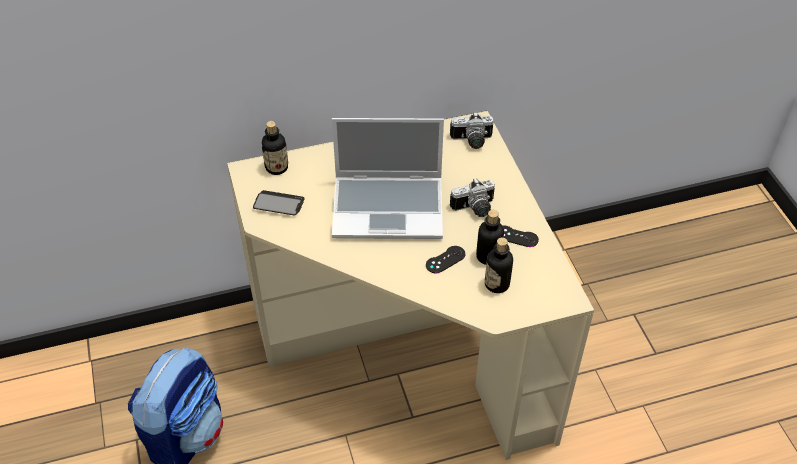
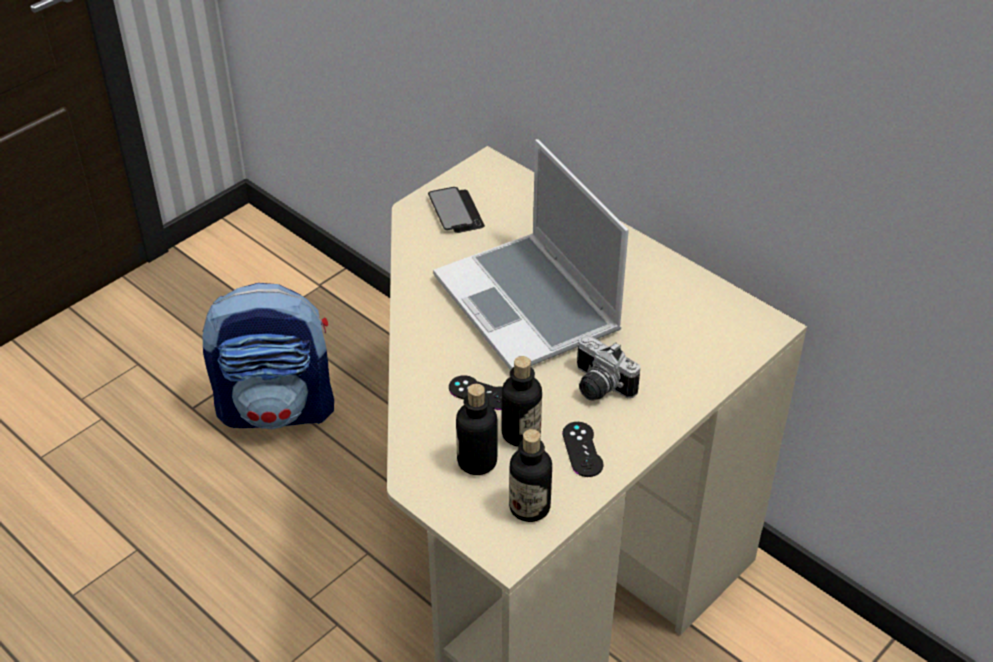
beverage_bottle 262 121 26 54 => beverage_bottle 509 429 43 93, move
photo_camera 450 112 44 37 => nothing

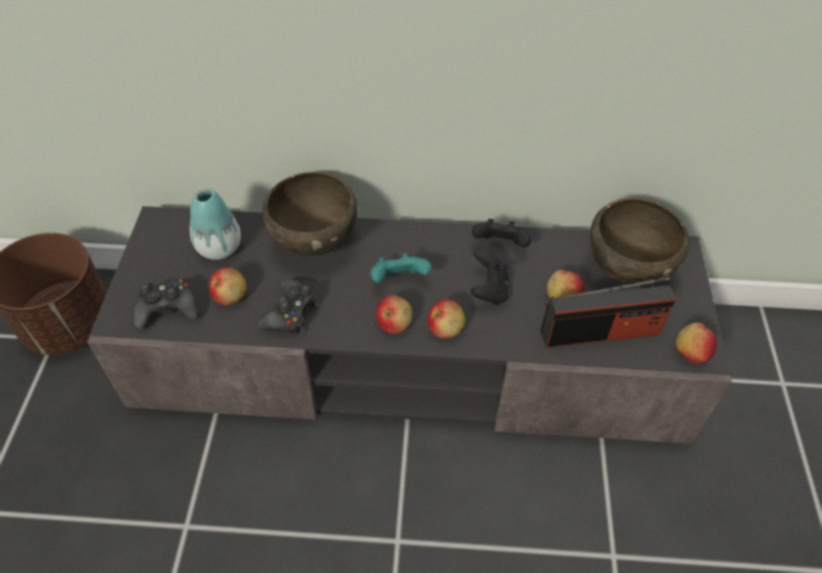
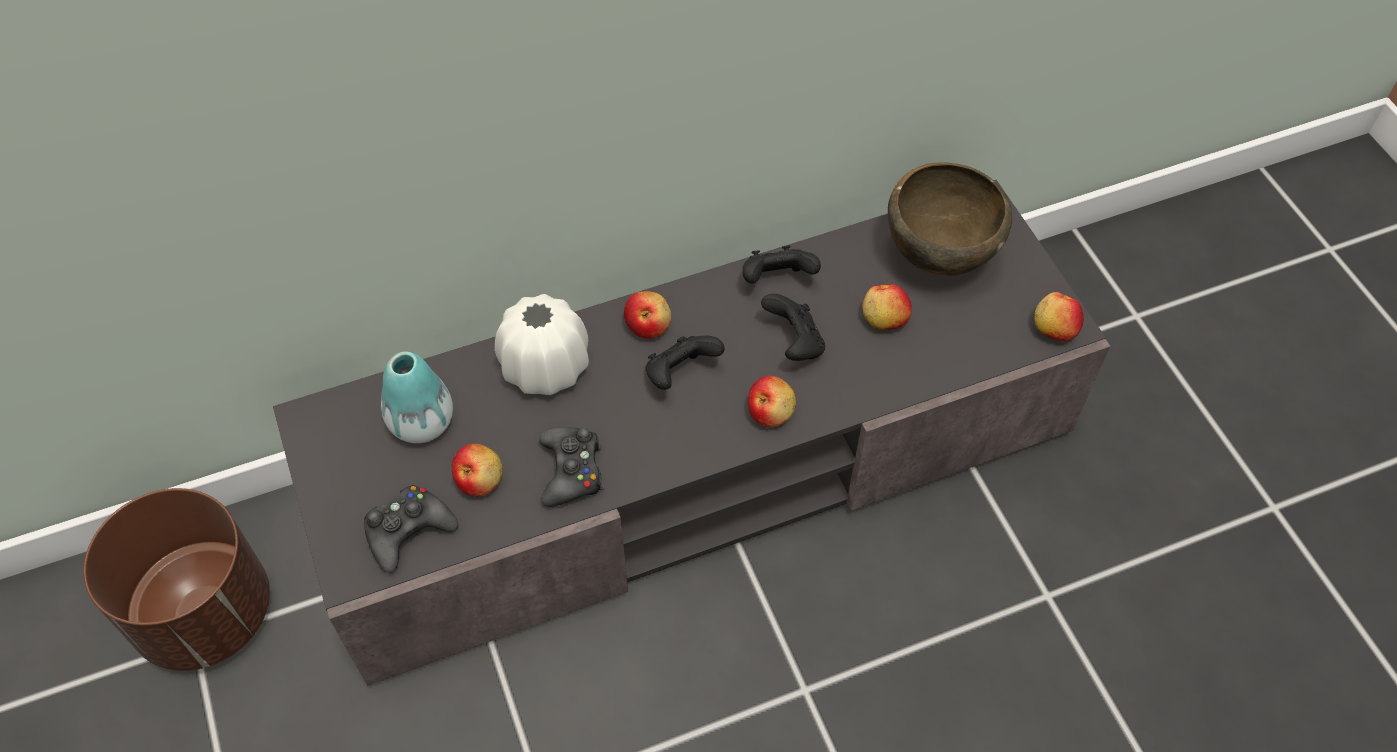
brownish_bowl 262 172 95 84 => white_flower_vase 495 294 94 101
turquoise_game_controller 370 253 62 30 => black-coloured_game_controller 646 336 79 54
apple_fruit 376 295 37 39 => apple_fruit 624 291 47 48, move
radio 541 277 135 71 => nothing

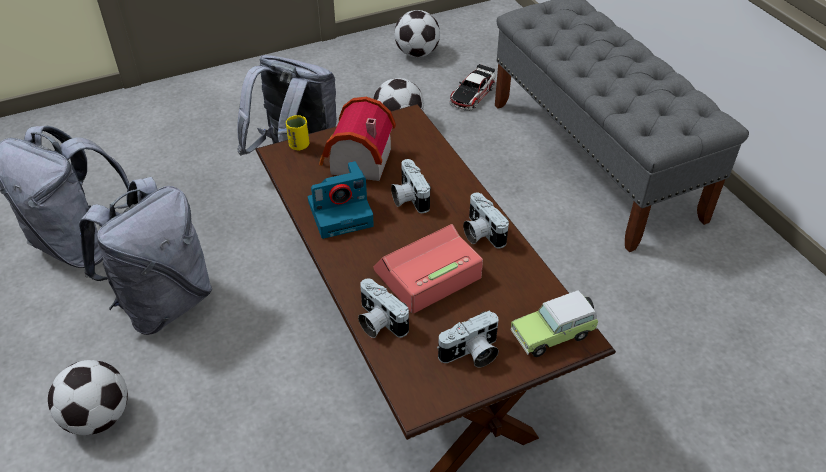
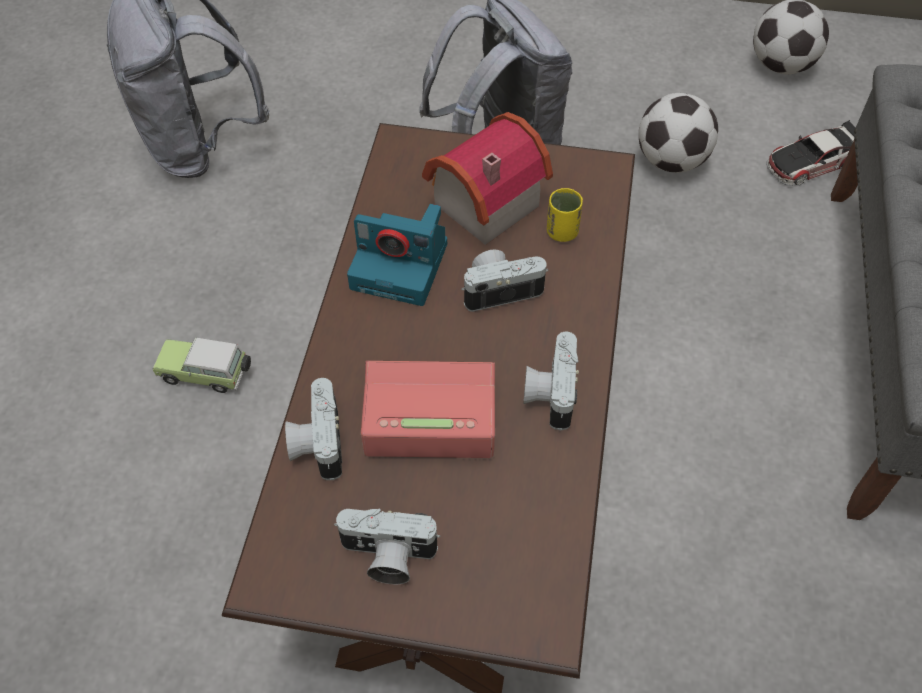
football 48 360 80 75 => nothing
grey_rucksack 79 177 133 158 => nothing
yellow-coloured_small_cup 286 115 23 35 => yellow-coloured_small_cup 547 188 36 54, move
photo_camera 391 159 40 54 => photo_camera 461 249 87 63, 60 degrees clockwise
miniature_car 511 290 87 67 => miniature_car 153 338 98 55, move

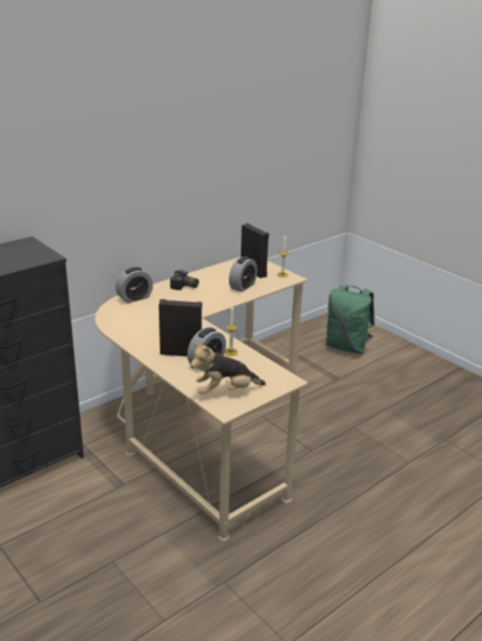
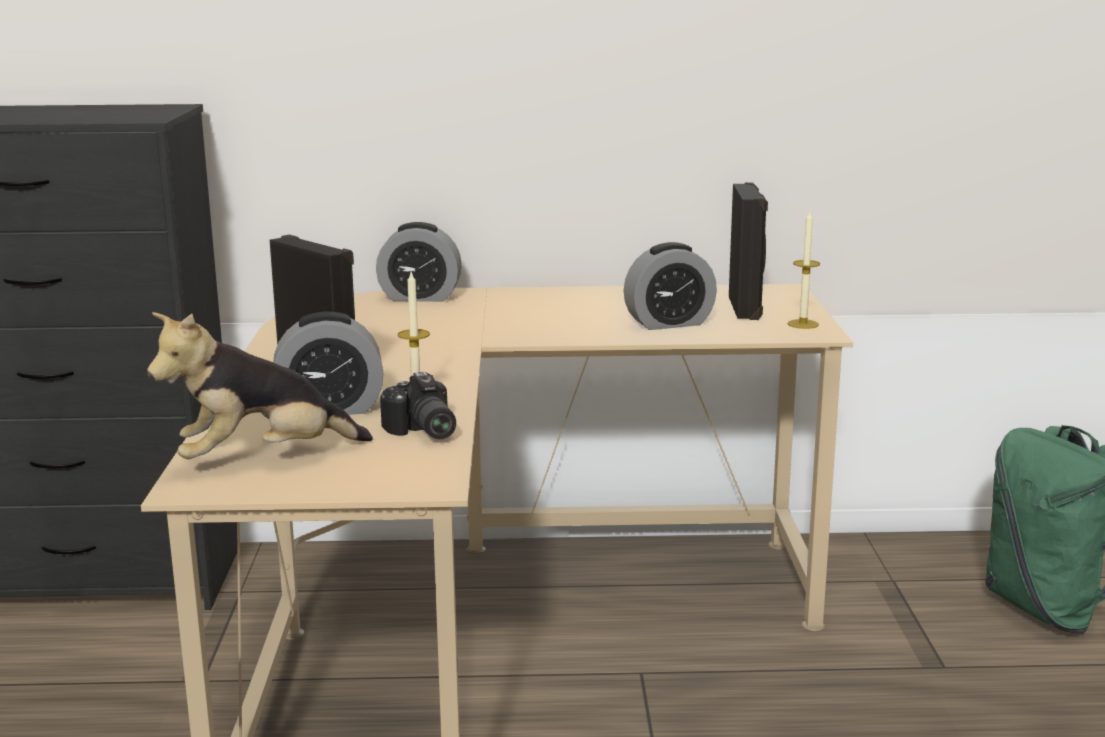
photo_camera 170 269 29 21 => photo_camera 380 372 76 67, move
cuddly_toy 190 343 76 51 => cuddly_toy 147 312 226 147, 45 degrees counterclockwise

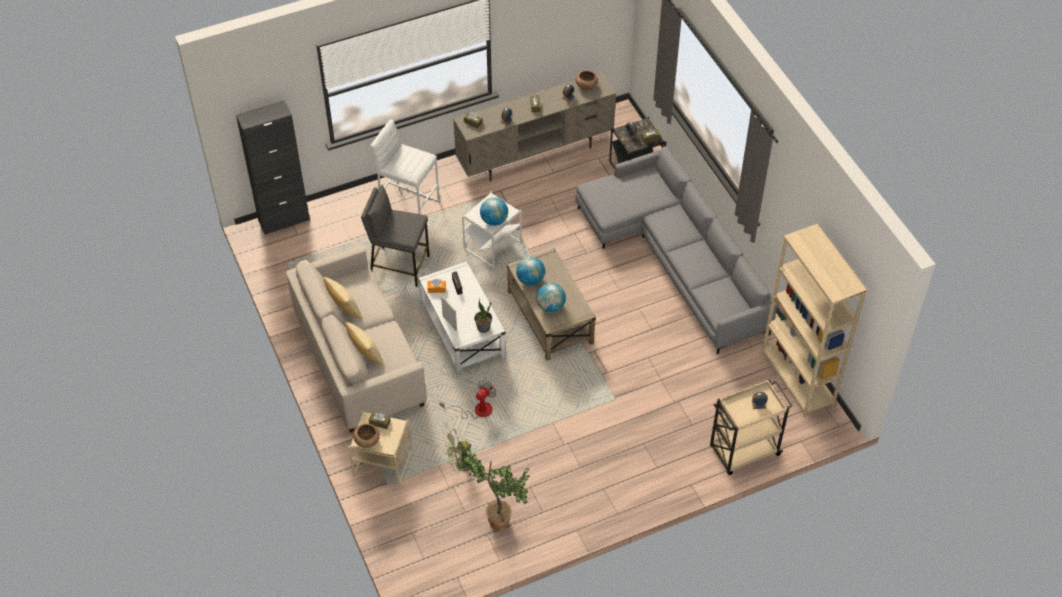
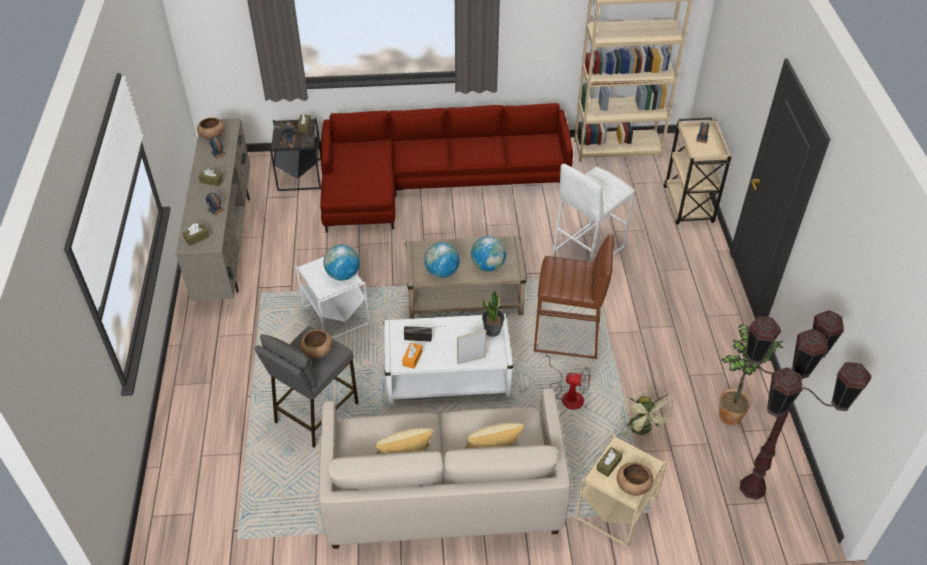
black-coloured_cabinet 236 100 74 135 => nothing
white_stool_seat 371 119 69 95 => white_stool_seat 553 164 82 98, move
cooling_fan 440 380 57 39 => cooling_fan 545 351 46 59, 135 degrees clockwise
grey_couch 575 146 202 208 => red-coloured_couch 320 103 253 129
nothing => brownish_bowl 300 329 33 29
nothing => brownish_stool_seat 534 234 80 125
nothing => brownish_standard_lamp 740 310 131 190

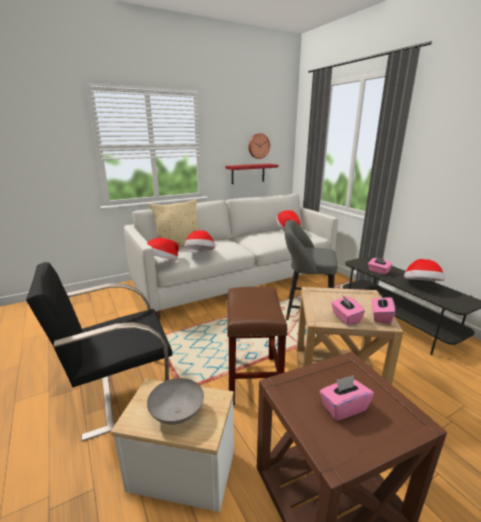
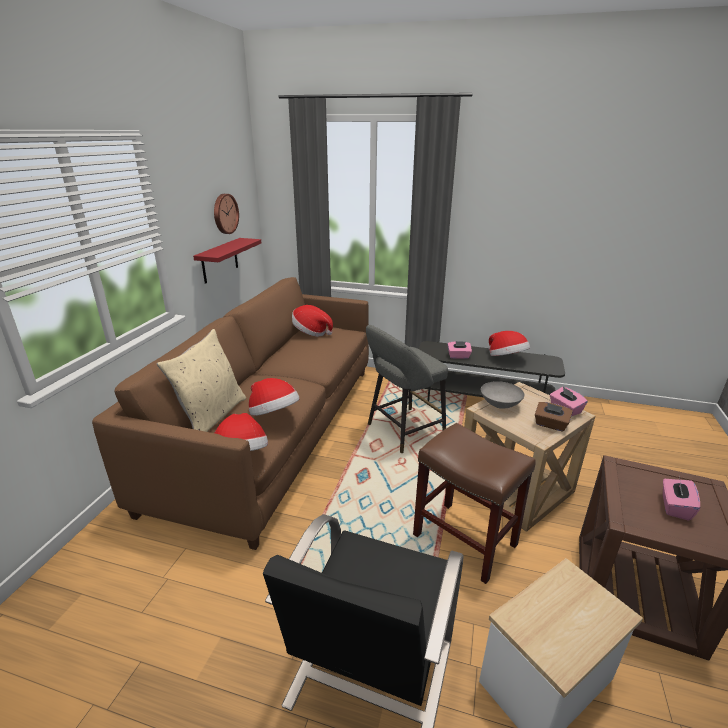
white_couch 124 194 214 126 => brownish_couch 92 277 277 273
grey_bowl 147 378 57 46 => grey_bowl 481 381 43 28, move
pinkish_box_of_tissues 331 296 34 29 => brownish_box_of_tissues 535 402 38 30

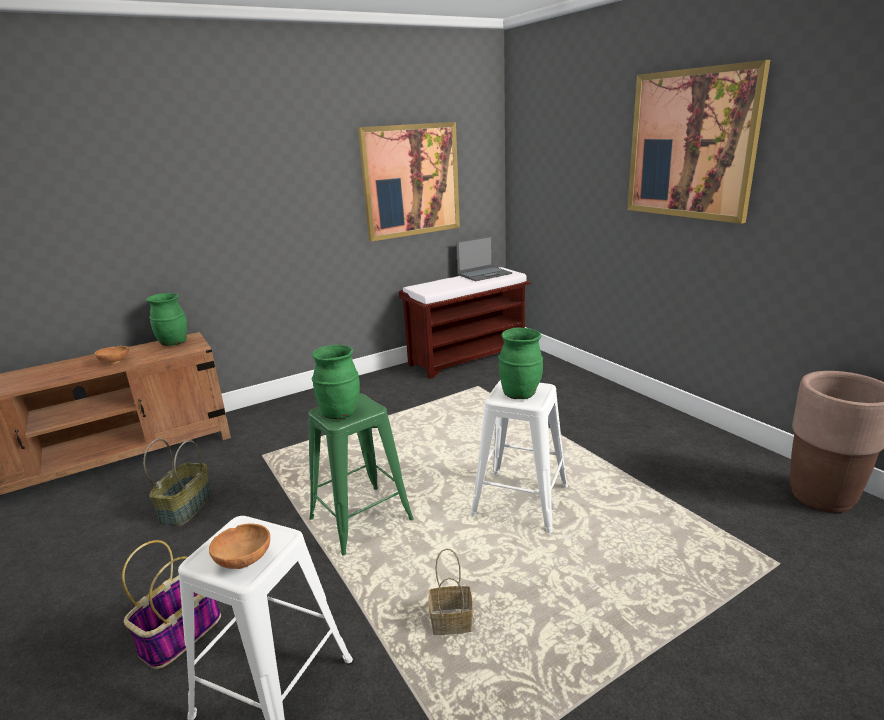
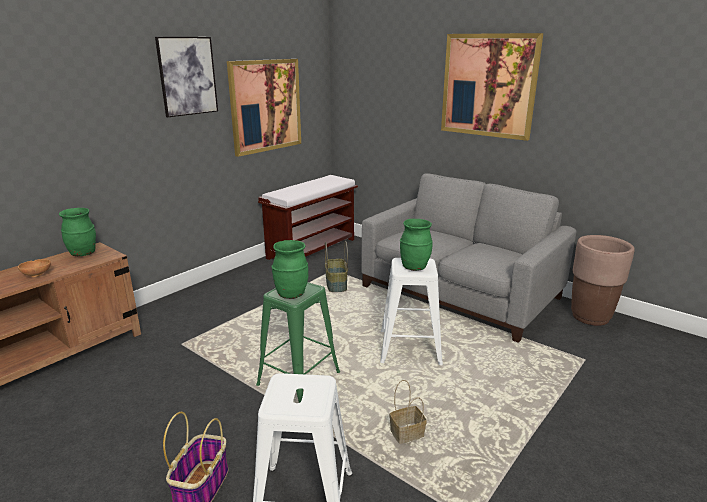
household_basket 143 439 69 88 => household_basket 325 241 23 51, move
brownish_bowl 209 523 61 46 => nothing
portable_computer 456 235 56 46 => nothing
nothing => picture 155 37 63 80
nothing => grey_couch 361 173 215 170

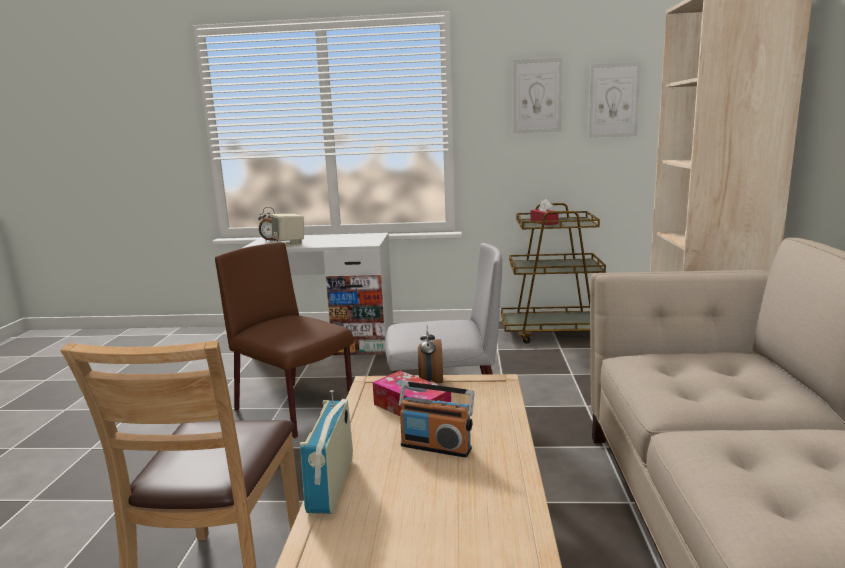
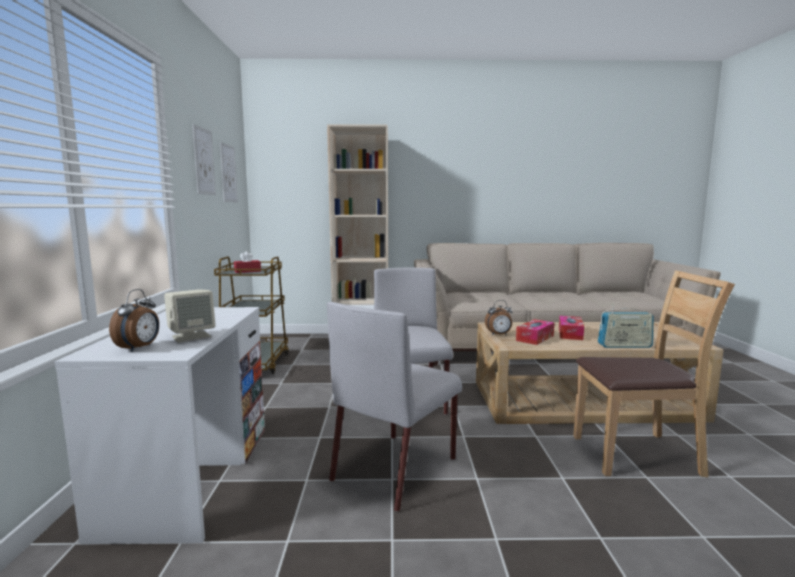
brownish_plain_chair 215 242 139 196 => grey_plain_chair 327 302 135 210
radio 399 381 76 76 => box_of_tissues 559 316 25 24

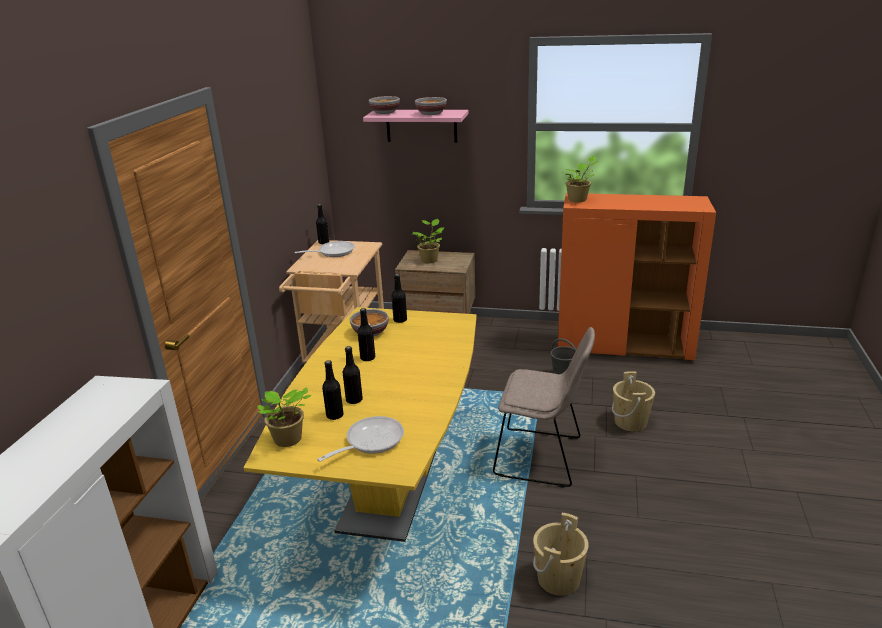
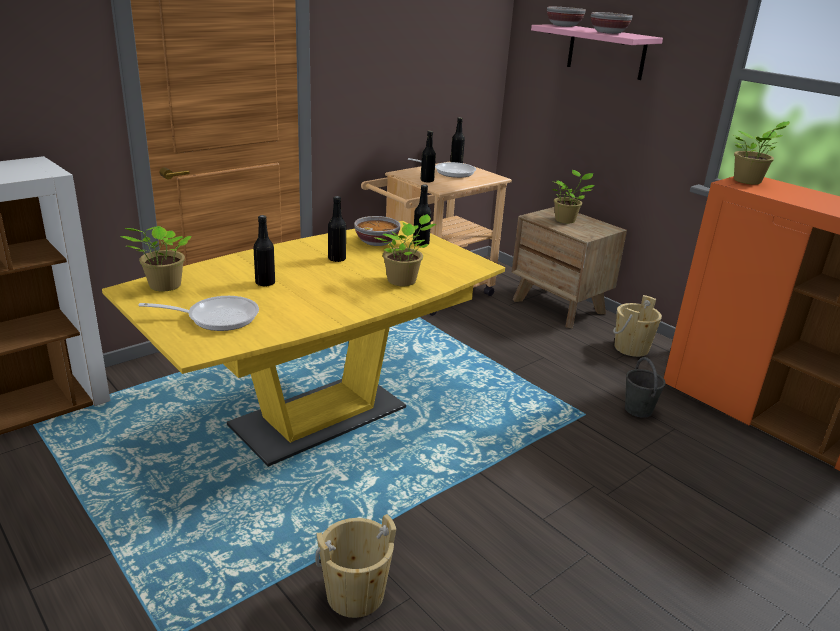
black-coloured_beverage_bottle 322 360 22 60 => black-coloured_beverage_bottle 421 131 15 52, move
beige_plain_chair 493 327 102 161 => nothing
beige_bucket 612 371 43 60 => beige_bucket 613 295 49 62, move
nothing => houseplant 376 214 60 72

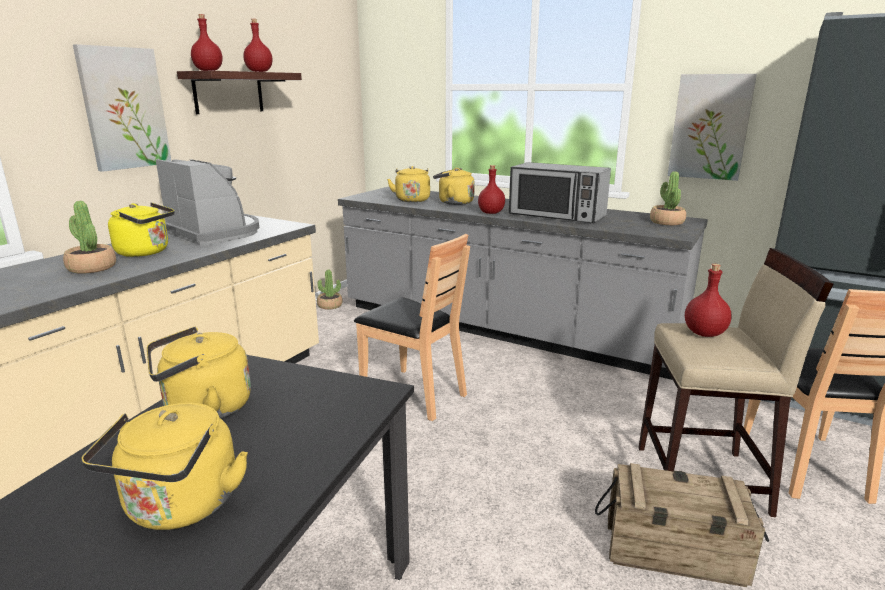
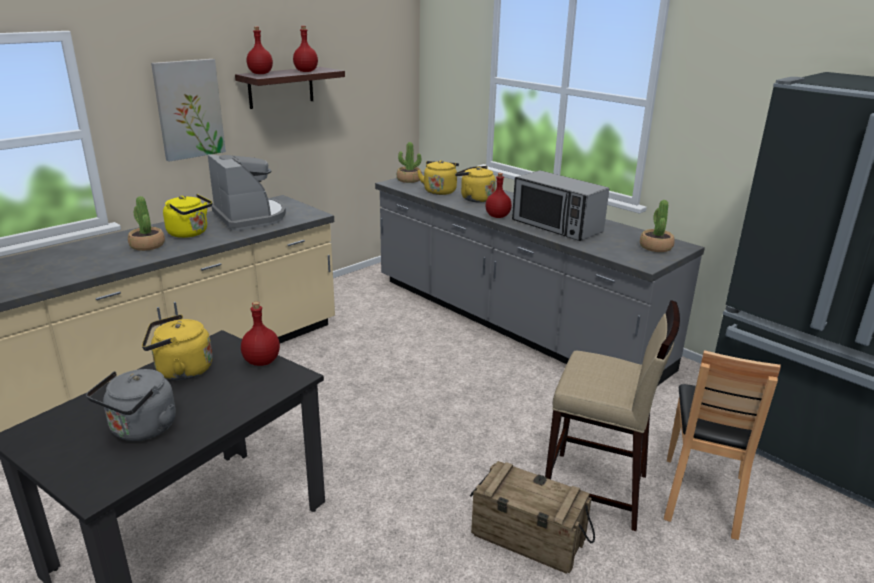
yellow-coloured_kettle 81 403 167 127 => grey_kettle 86 369 90 72
houseplant 317 270 26 40 => houseplant 397 142 25 41, move
brownish_plain_chair 354 234 116 187 => nothing
picture 668 74 89 107 => nothing
red-coloured_beverage_bottle 685 264 47 73 => red-coloured_beverage_bottle 241 302 39 64, move

